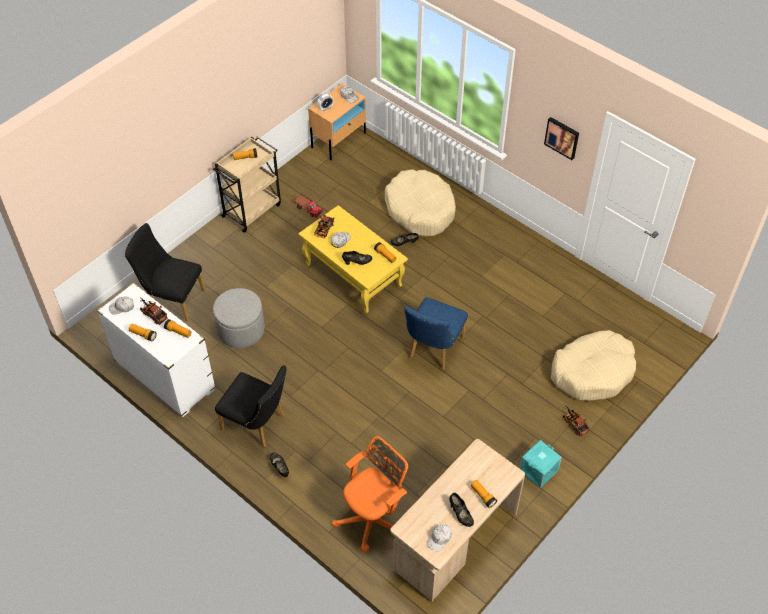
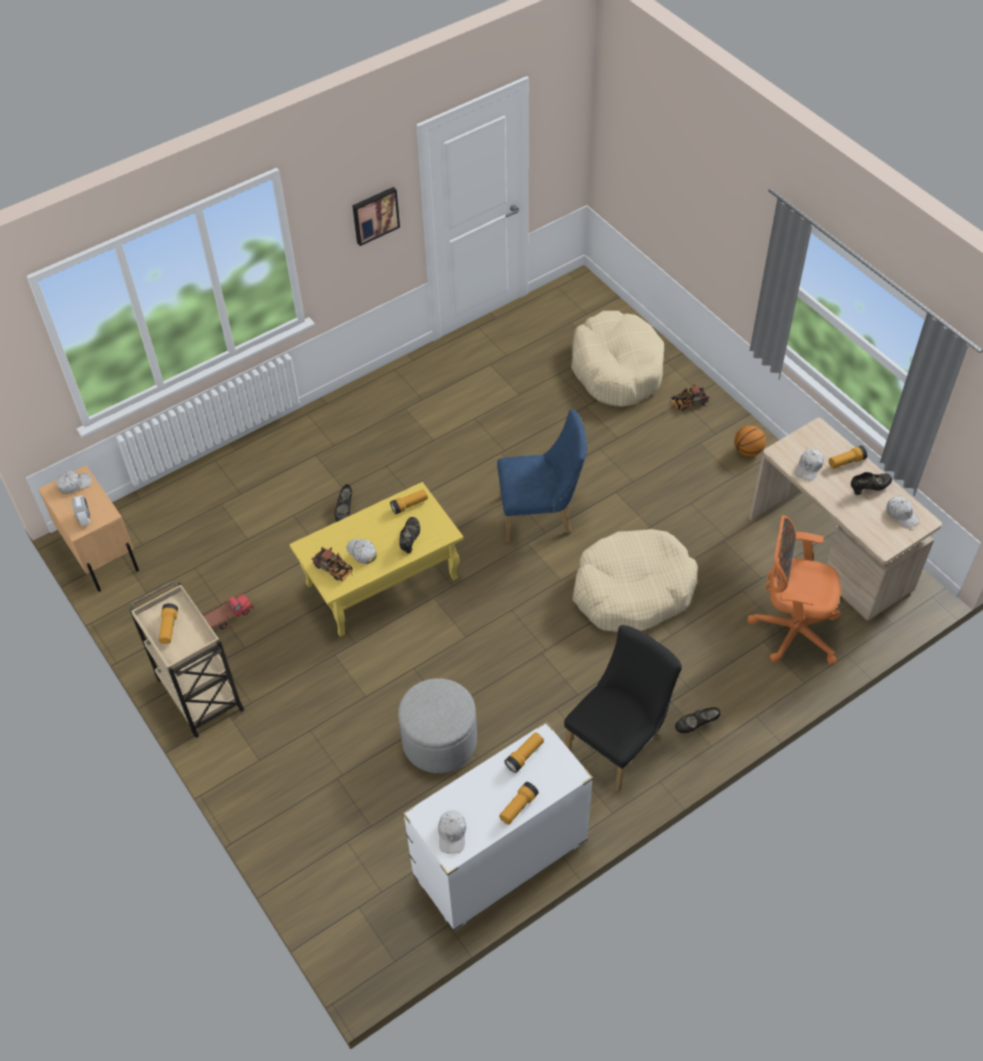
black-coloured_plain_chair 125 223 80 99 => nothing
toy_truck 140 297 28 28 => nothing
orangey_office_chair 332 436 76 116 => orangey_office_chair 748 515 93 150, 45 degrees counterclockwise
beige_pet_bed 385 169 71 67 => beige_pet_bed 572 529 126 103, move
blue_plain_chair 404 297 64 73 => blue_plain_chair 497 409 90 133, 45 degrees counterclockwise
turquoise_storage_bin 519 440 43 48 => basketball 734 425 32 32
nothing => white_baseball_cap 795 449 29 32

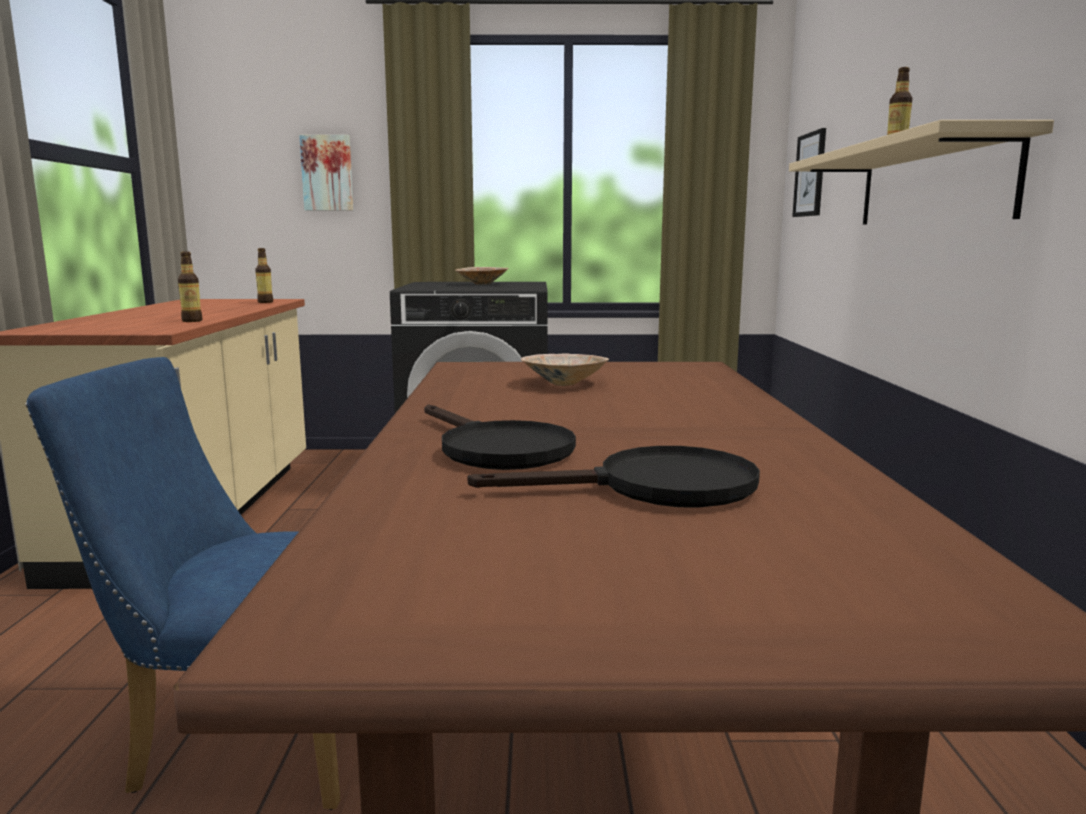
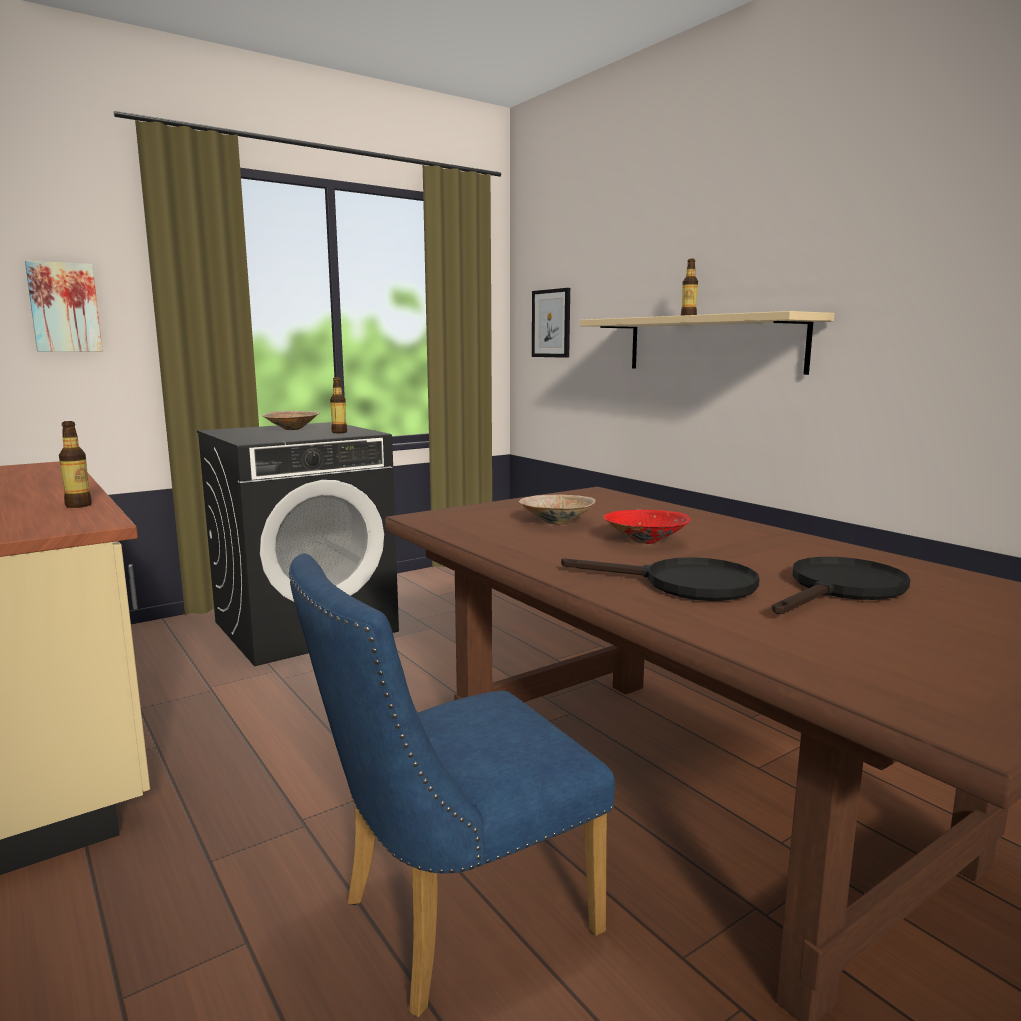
beverage_bottle 255 248 18 55 => beverage_bottle 330 377 17 56, move
nothing => red-coloured_bowl 603 509 87 35

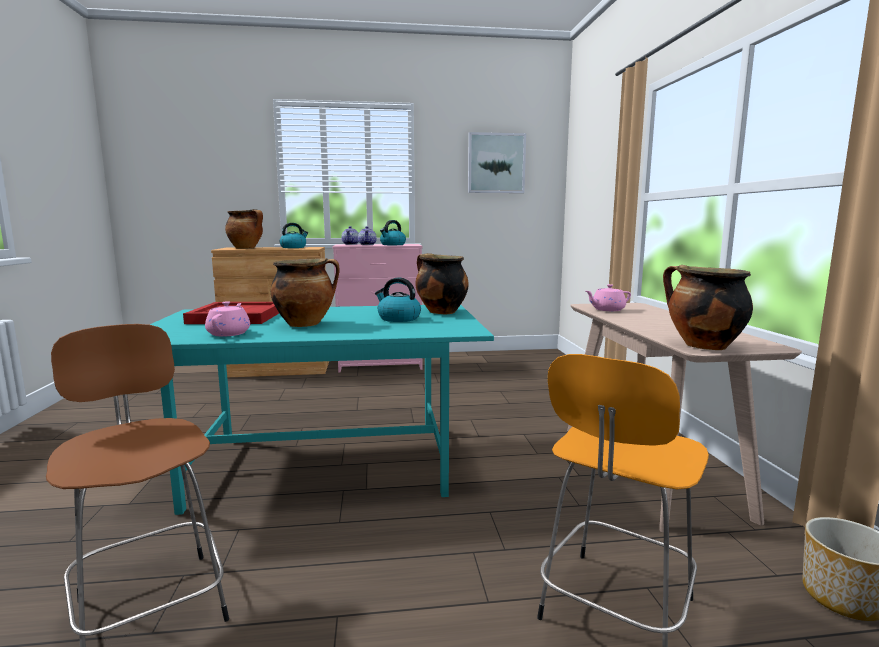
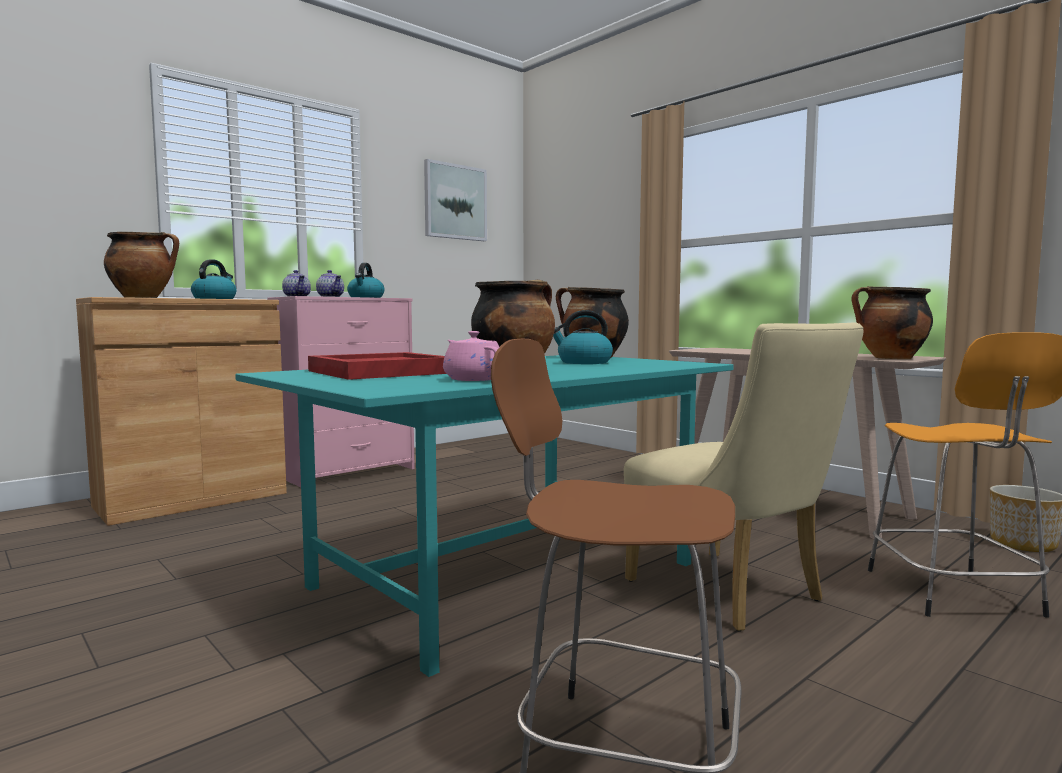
pinkish_tea_pot 586 284 45 27 => nothing
nothing => beige_plain_chair 624 322 239 310

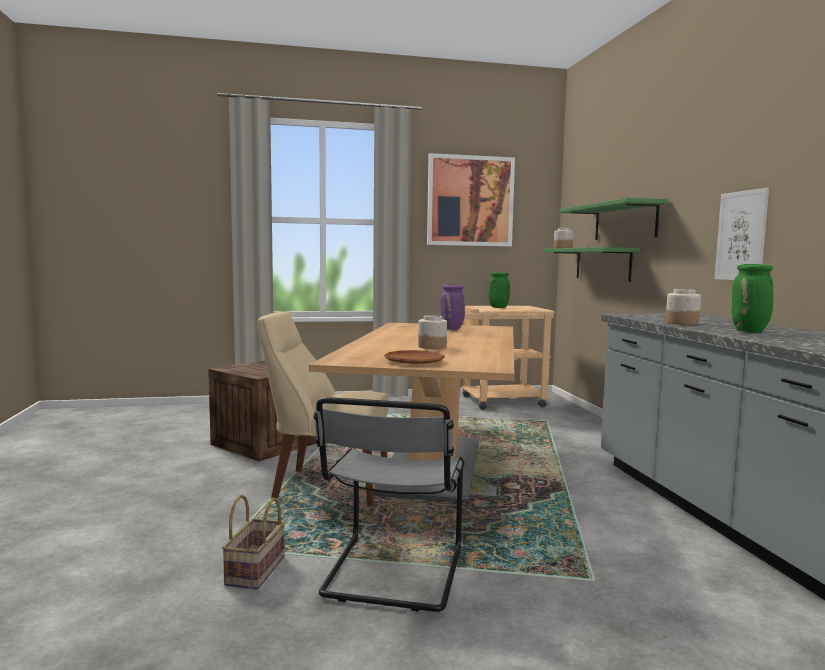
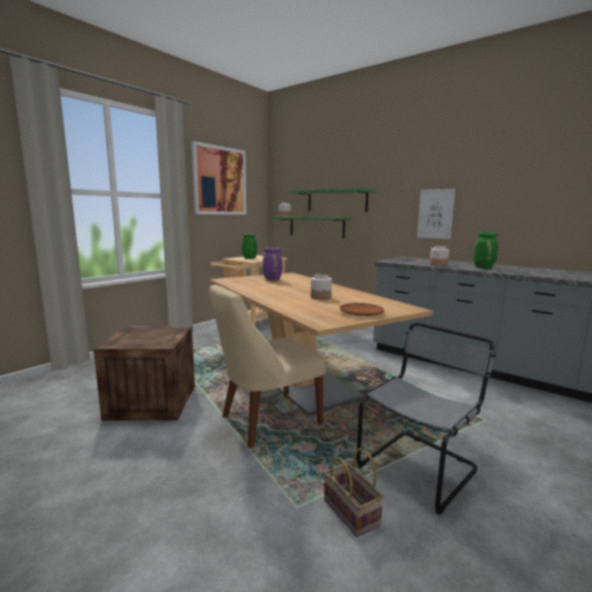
grey_plain_chair 313 397 152 215 => grey_plain_chair 356 322 140 193, 105 degrees counterclockwise

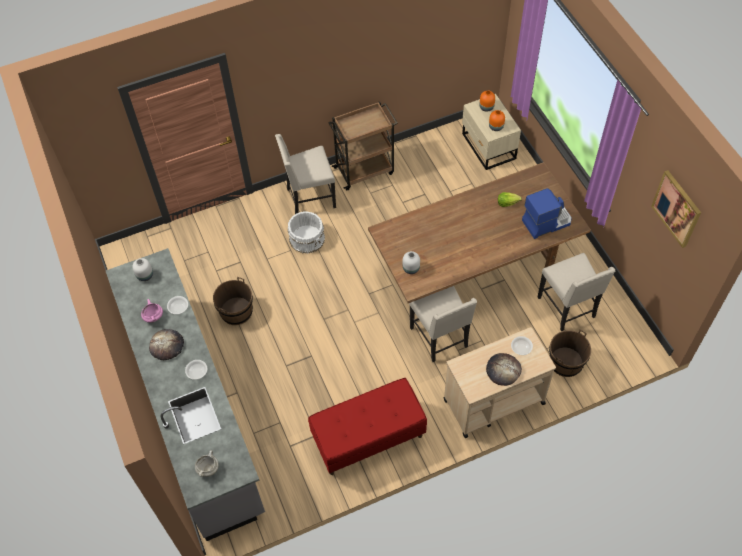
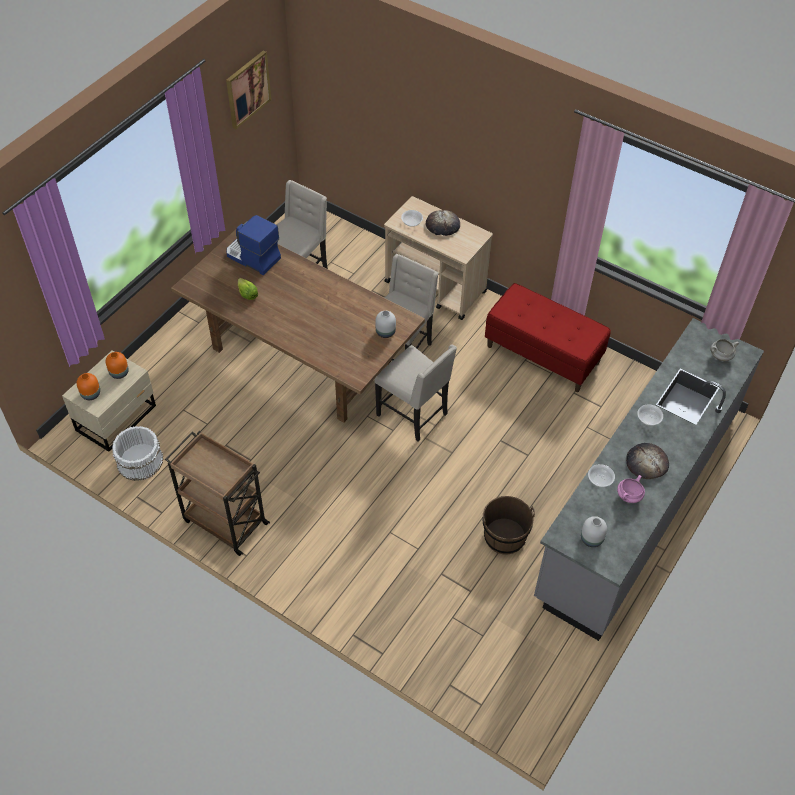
beige_plain_chair 275 134 61 80 => beige_plain_chair 374 345 83 96, move
white_bucket 287 211 38 42 => white_bucket 112 426 51 55, move
brownish_bucket 549 329 42 48 => nothing

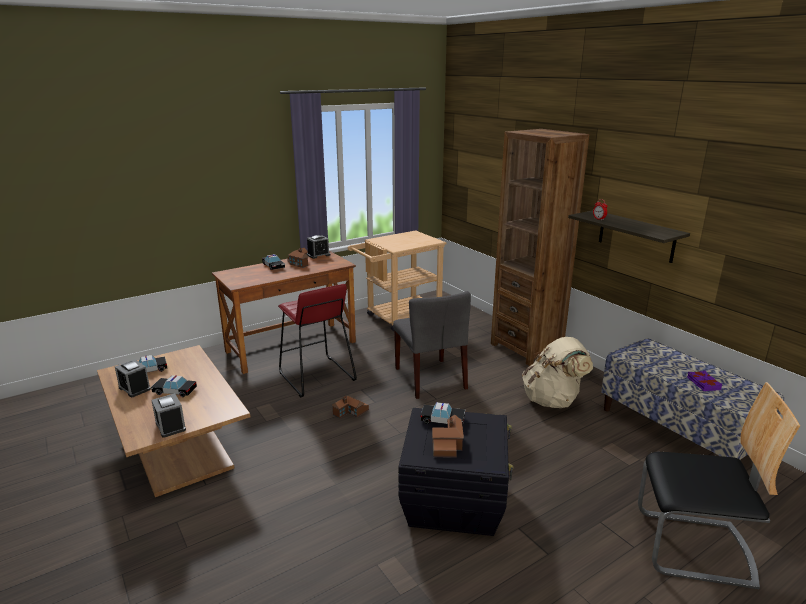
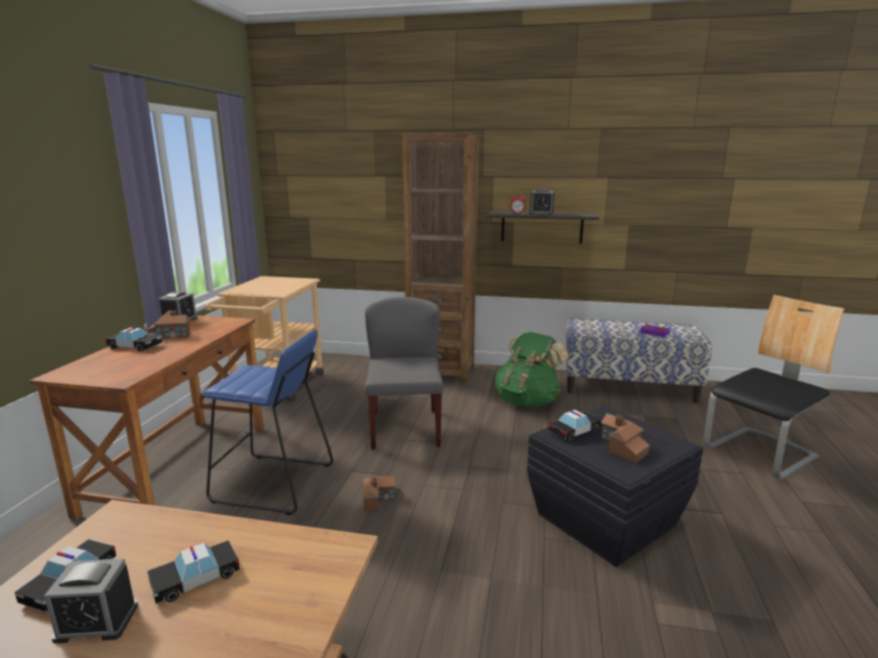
alarm_clock 151 393 35 45 => alarm_clock 529 189 25 26, move
red-coloured_stool_seat 278 284 79 113 => blue_stool_seat 201 330 132 185
grey_plain_chair 393 291 78 108 => grey_plain_chair 365 297 78 152, 120 degrees counterclockwise
beige_rucksack 522 337 71 71 => green_rucksack 495 332 73 75

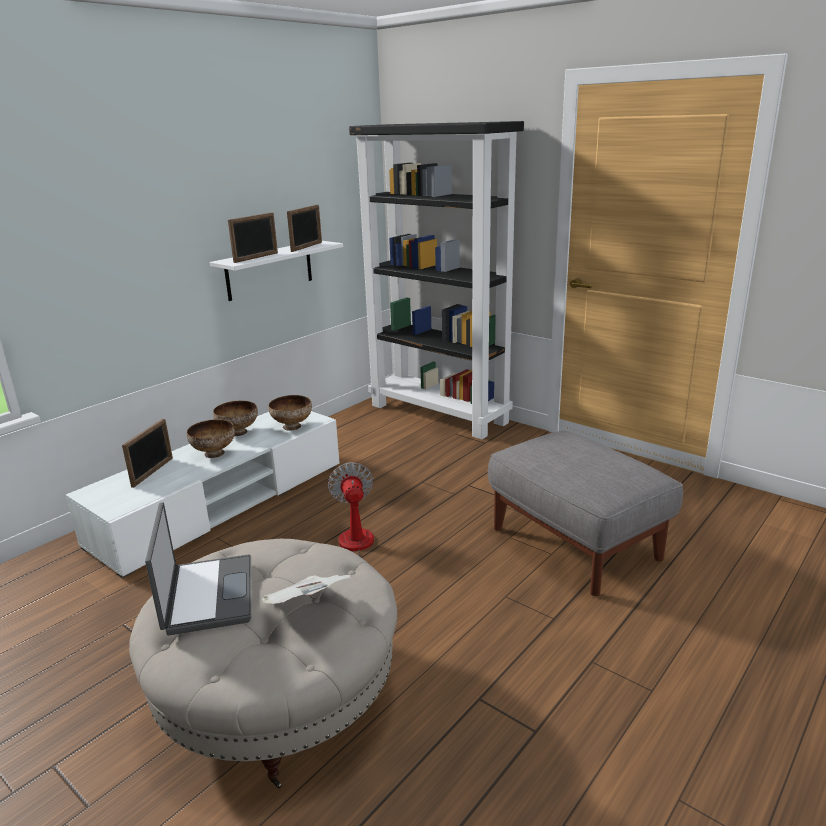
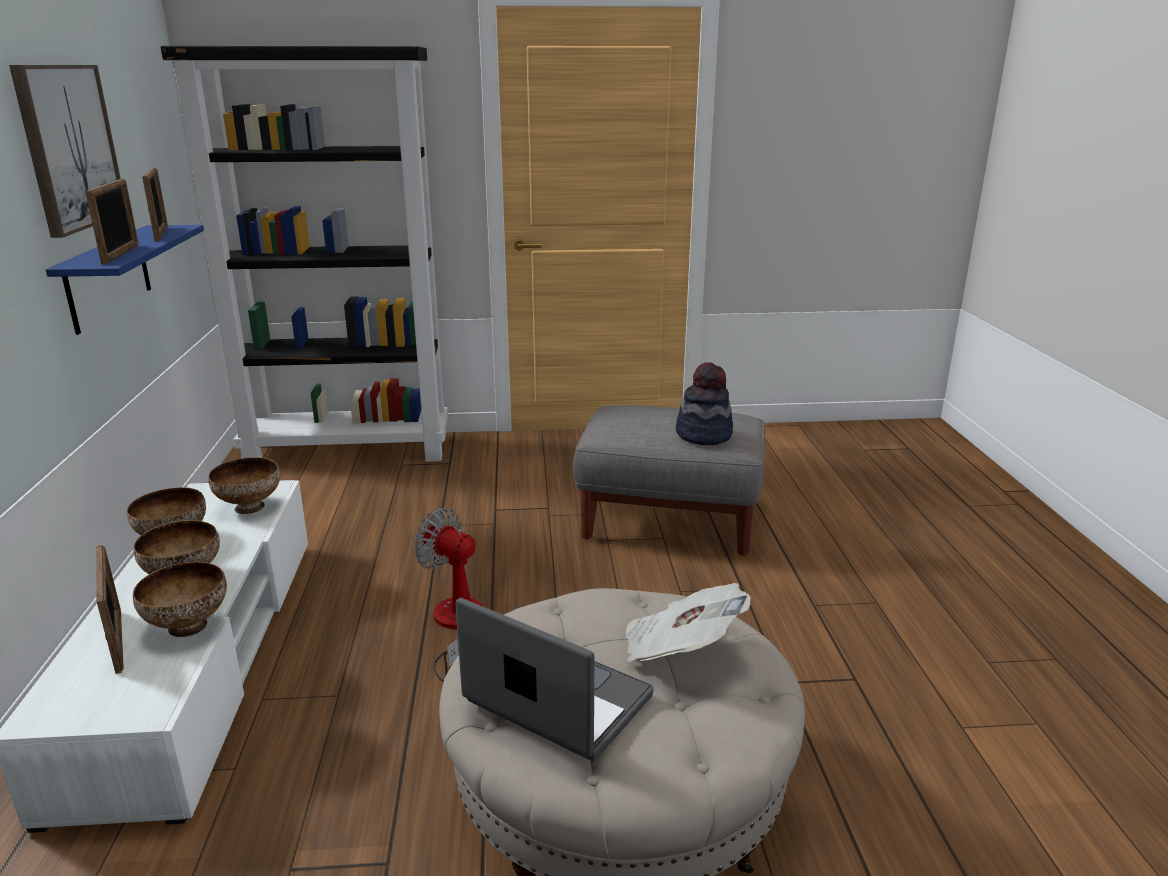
white_bracket_shelf 210 241 133 60 => blue_bracket_shelf 46 225 158 110
nothing => picture 9 65 112 173
nothing => bowl 133 562 94 75
nothing => hat 676 362 57 83

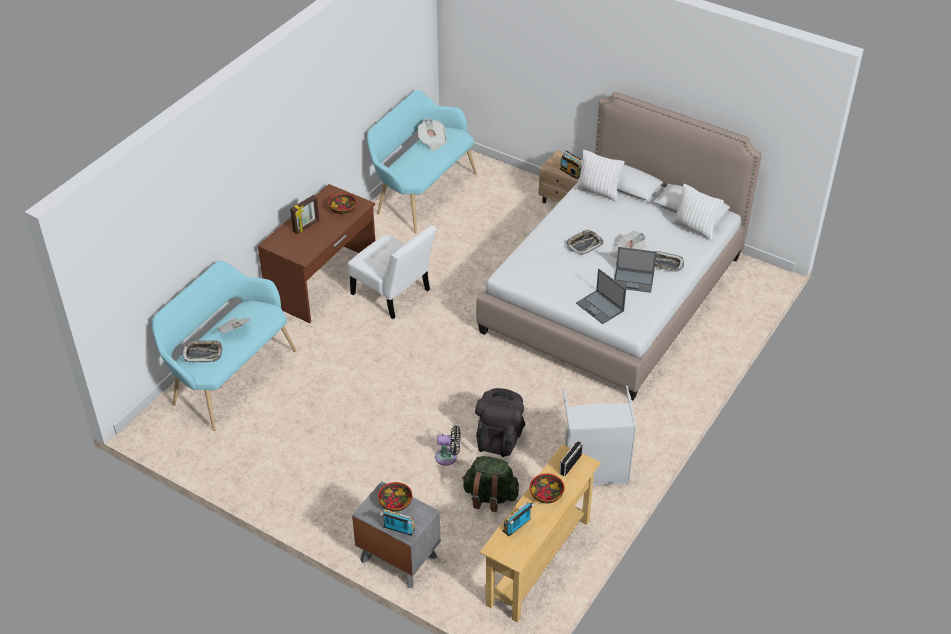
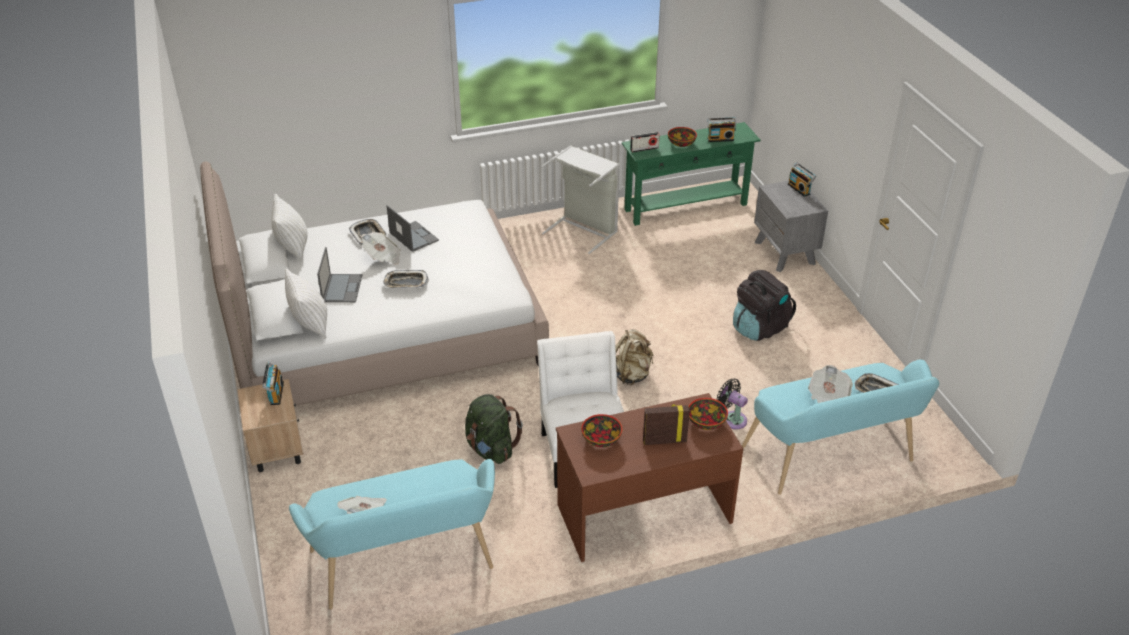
bowl 378 482 34 30 => bowl 689 398 39 32, move
black-coloured_cooling_fan 435 426 25 40 => black-coloured_cooling_fan 716 378 32 51, move
green_rucksack 462 456 57 56 => green_rucksack 465 394 58 70, move
black-coloured_rucksack 475 388 50 69 => black-coloured_rucksack 733 270 63 71, move
beige_hall_table 480 444 121 178 => green_hall_table 622 122 139 104
portable_computer 576 269 50 55 => portable_computer 317 247 45 55, move
nothing => beige_rucksack 616 329 37 56

